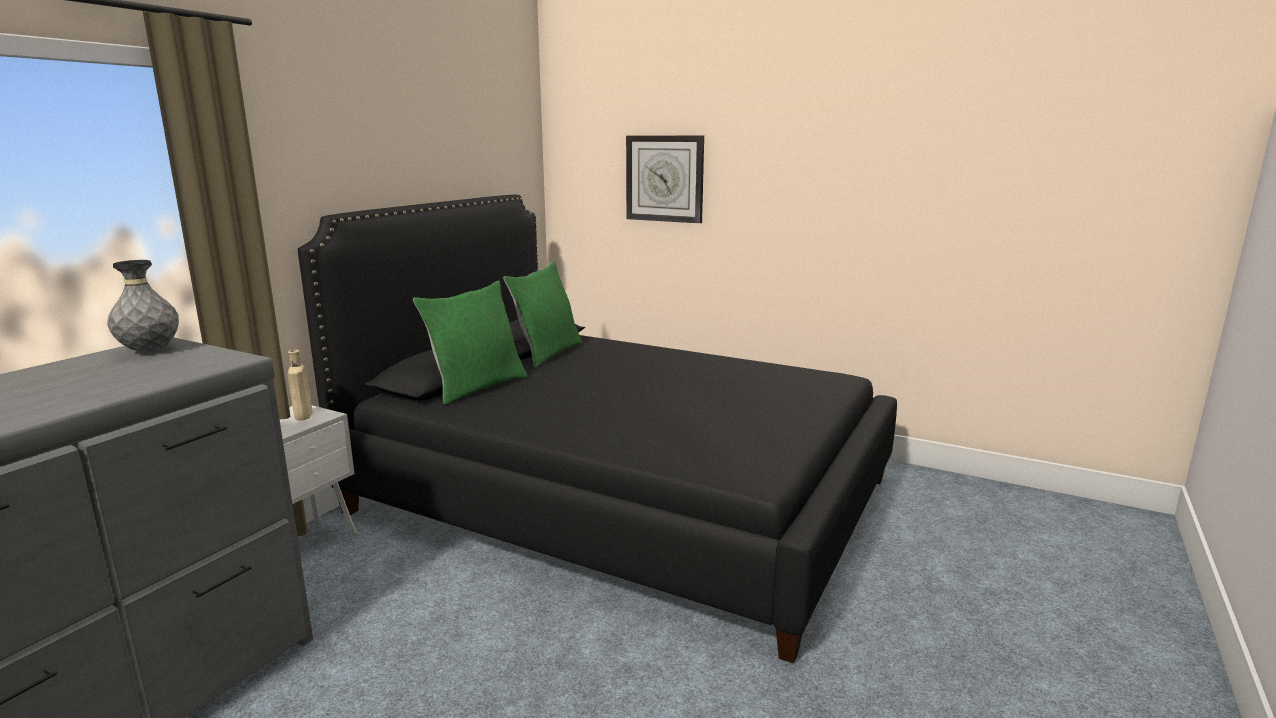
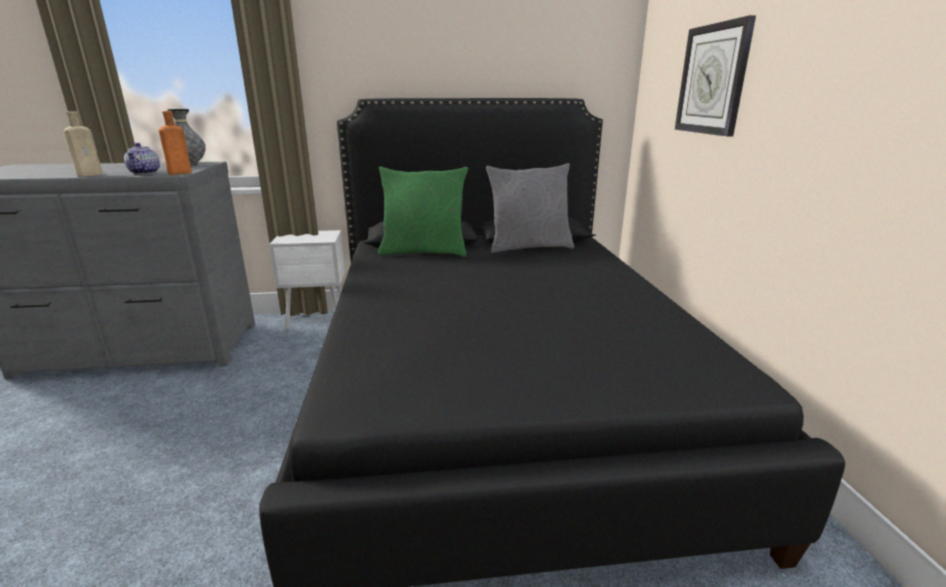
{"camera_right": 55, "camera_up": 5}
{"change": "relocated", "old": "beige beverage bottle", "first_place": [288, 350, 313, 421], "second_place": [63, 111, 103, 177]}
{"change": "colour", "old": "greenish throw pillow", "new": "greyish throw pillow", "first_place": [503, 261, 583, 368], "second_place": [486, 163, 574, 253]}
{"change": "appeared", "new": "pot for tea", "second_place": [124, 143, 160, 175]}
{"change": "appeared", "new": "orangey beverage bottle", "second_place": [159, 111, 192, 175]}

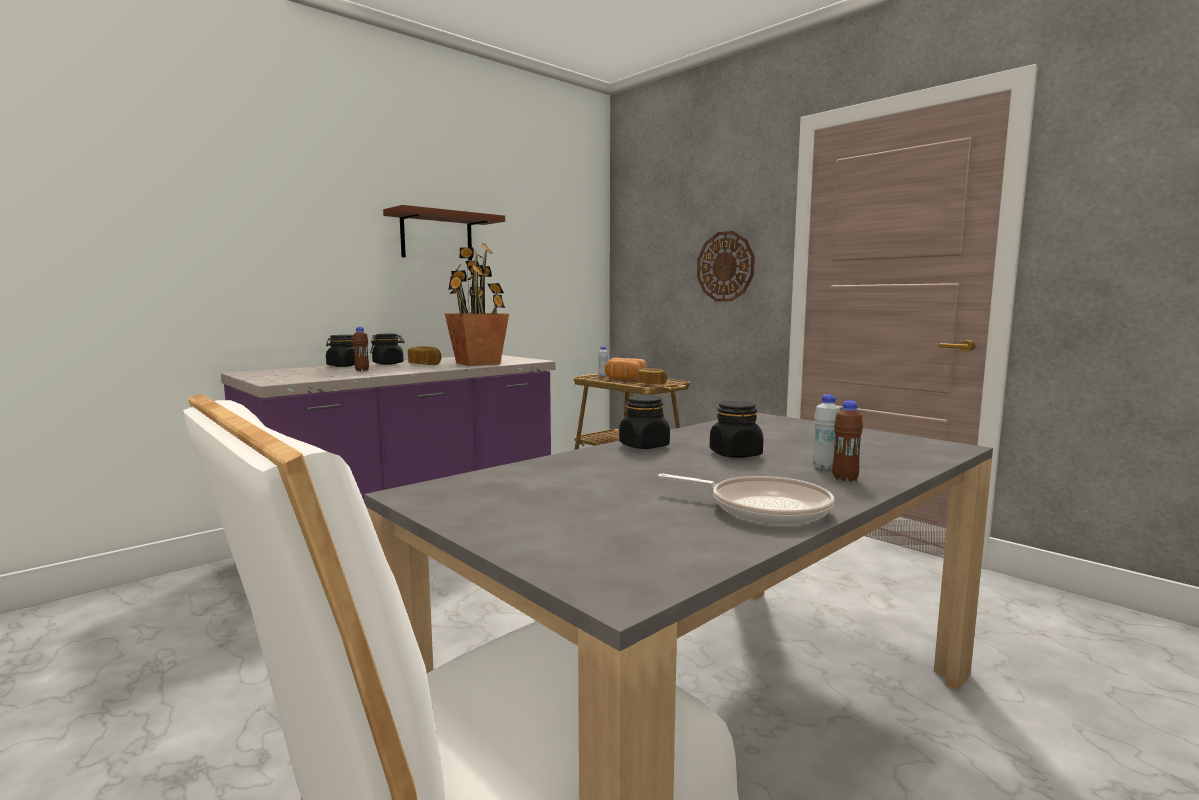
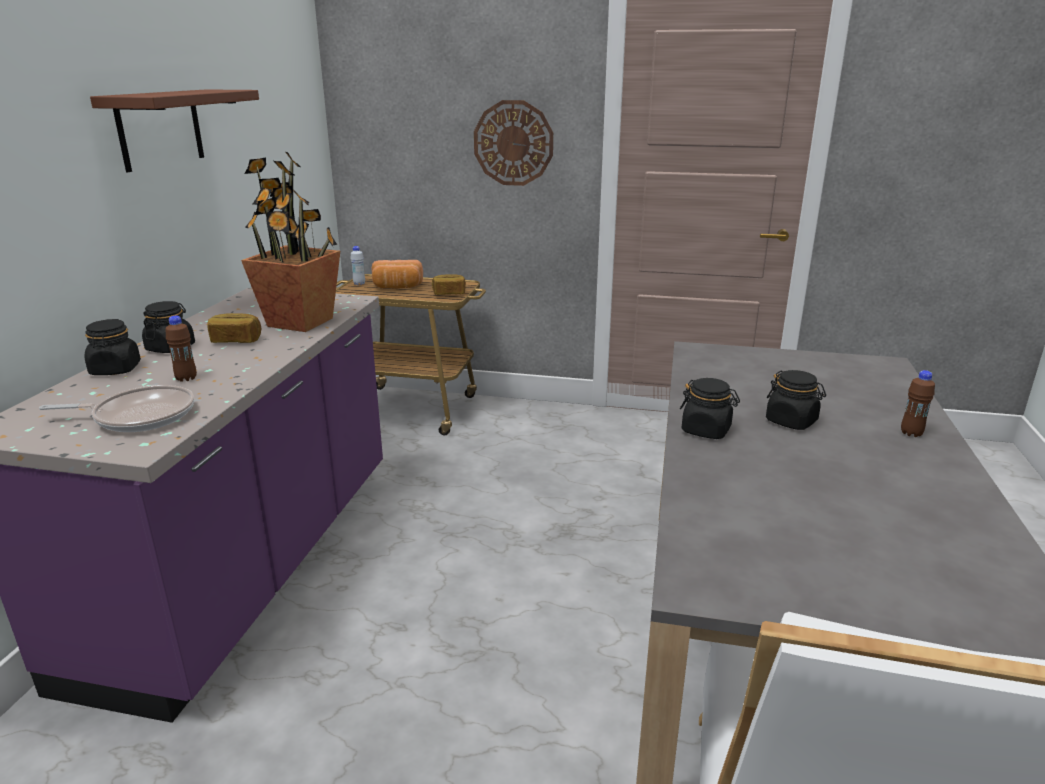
{"camera_right": -35, "camera_up": 15}
{"change": "relocated", "old": "pan", "first_place": [658, 474, 834, 525], "second_place": [39, 385, 194, 432]}
{"change": "missing", "old": "white beverage bottle", "first_place": [813, 394, 840, 470]}

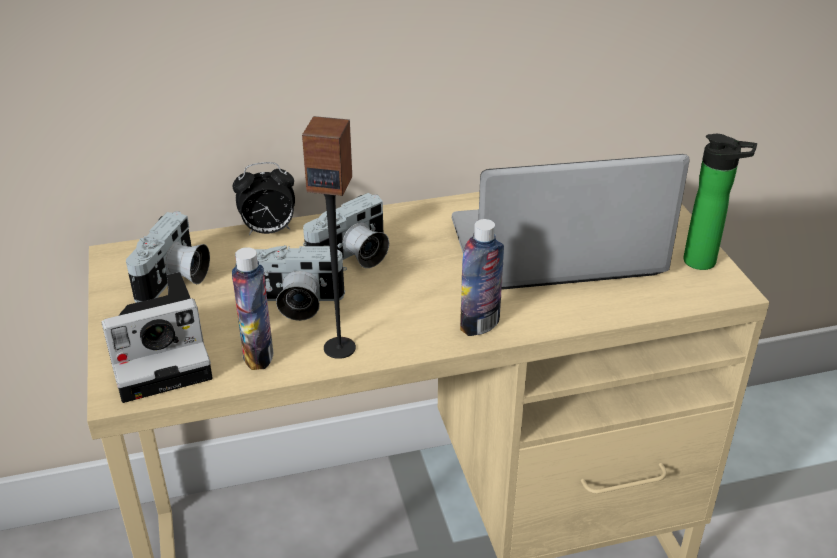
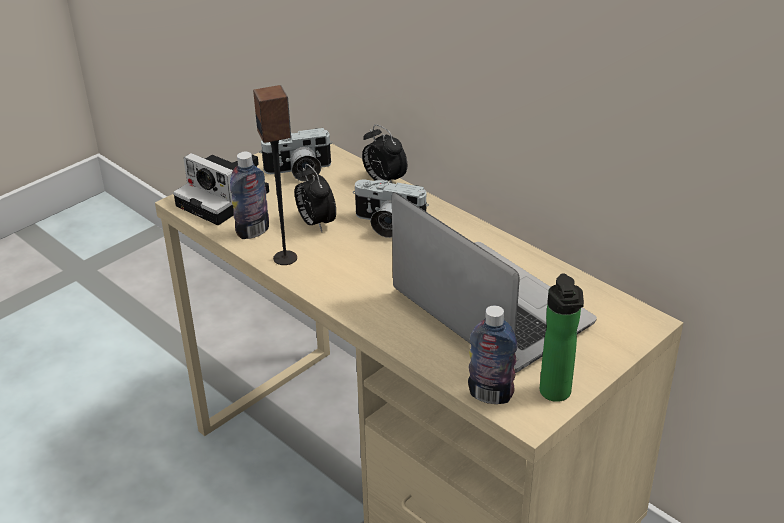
{"camera_right": 60, "camera_up": 0}
{"change": "exchanged", "old": "photo camera", "new": "table clock", "first_place": [255, 245, 347, 321], "second_place": [295, 164, 336, 232]}
{"change": "relocated", "old": "beverage bottle", "first_place": [460, 219, 504, 336], "second_place": [468, 305, 517, 404]}

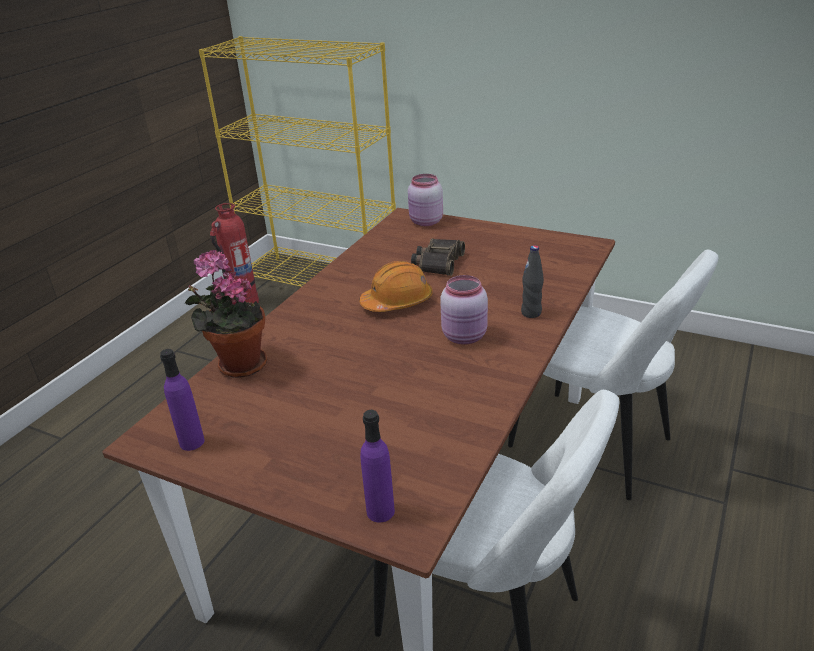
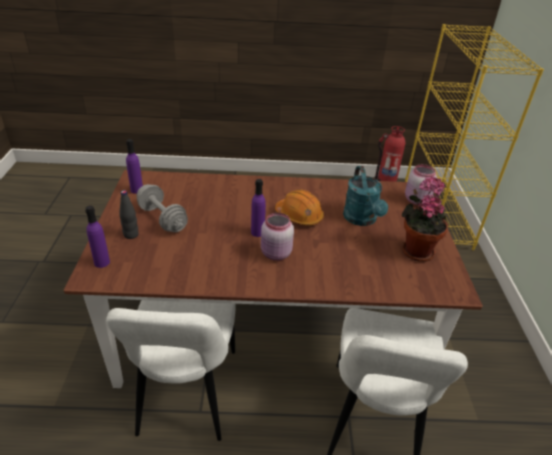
{"camera_right": 60, "camera_up": 5}
{"change": "relocated", "old": "plant in a pot", "first_place": [185, 250, 267, 378], "second_place": [402, 176, 448, 262]}
{"change": "exchanged", "old": "field glasses", "new": "turquoise-coloured watering can", "first_place": [411, 239, 465, 276], "second_place": [343, 166, 388, 226]}
{"change": "relocated", "old": "black beverage bottle", "first_place": [521, 245, 544, 318], "second_place": [119, 190, 139, 239]}
{"change": "appeared", "new": "greyish hand weight", "second_place": [137, 184, 188, 232]}
{"change": "appeared", "new": "purple beverage bottle", "second_place": [251, 179, 266, 237]}

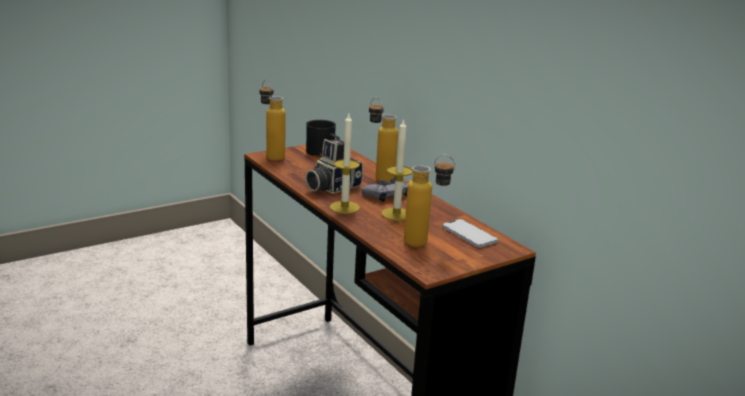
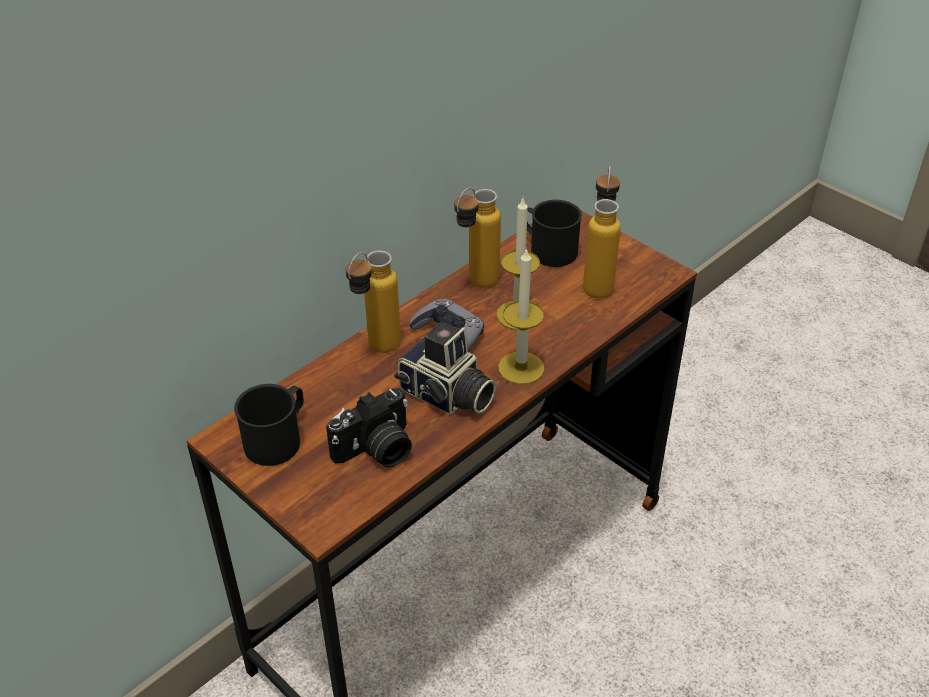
{"camera_right": -100, "camera_up": 20}
{"change": "relocated", "old": "beverage bottle", "first_place": [259, 80, 286, 161], "second_place": [454, 187, 501, 288]}
{"change": "exchanged", "old": "phone", "new": "black mug", "first_place": [442, 219, 498, 248], "second_place": [527, 200, 582, 267]}
{"change": "appeared", "new": "photo camera", "second_place": [326, 388, 412, 467]}

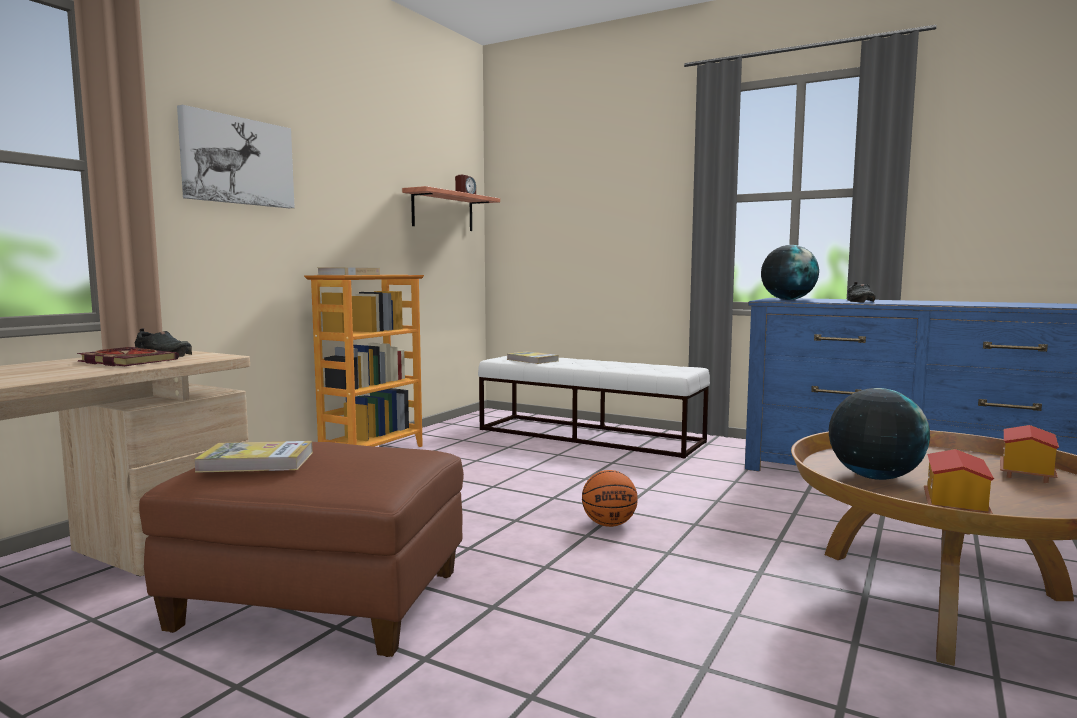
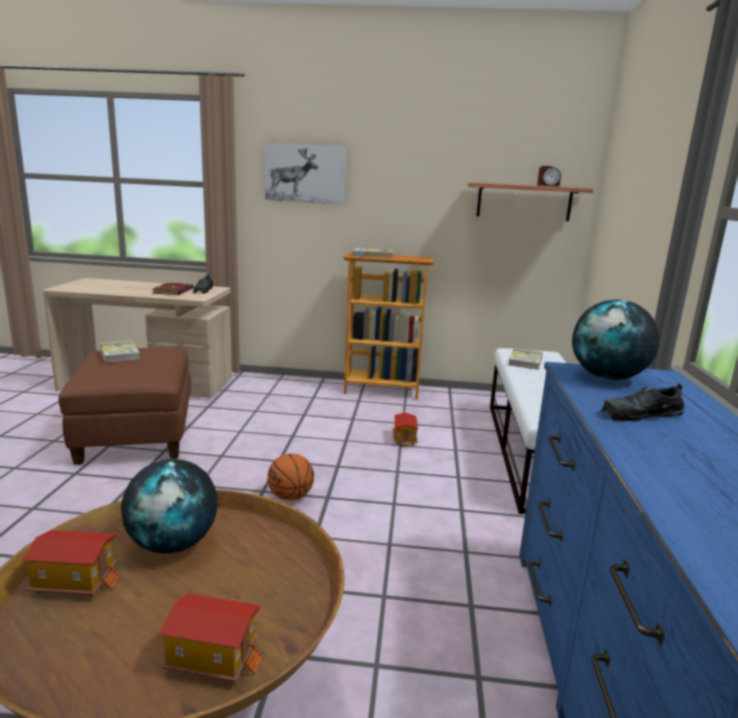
{"camera_right": 65, "camera_up": 10}
{"change": "appeared", "new": "toy house", "second_place": [393, 412, 418, 447]}

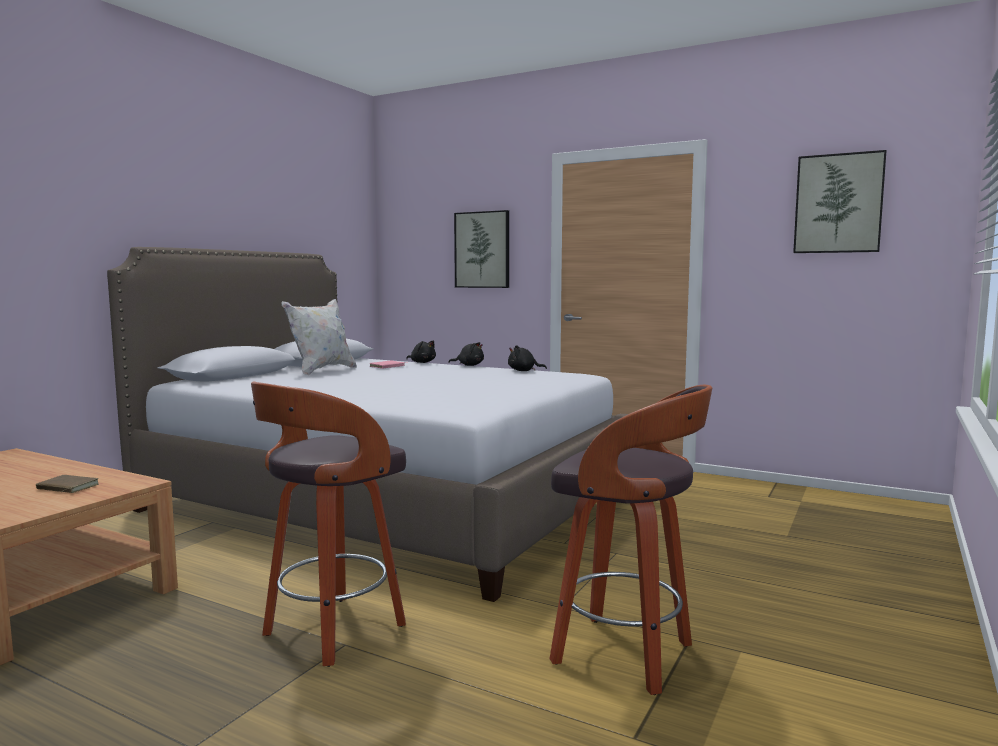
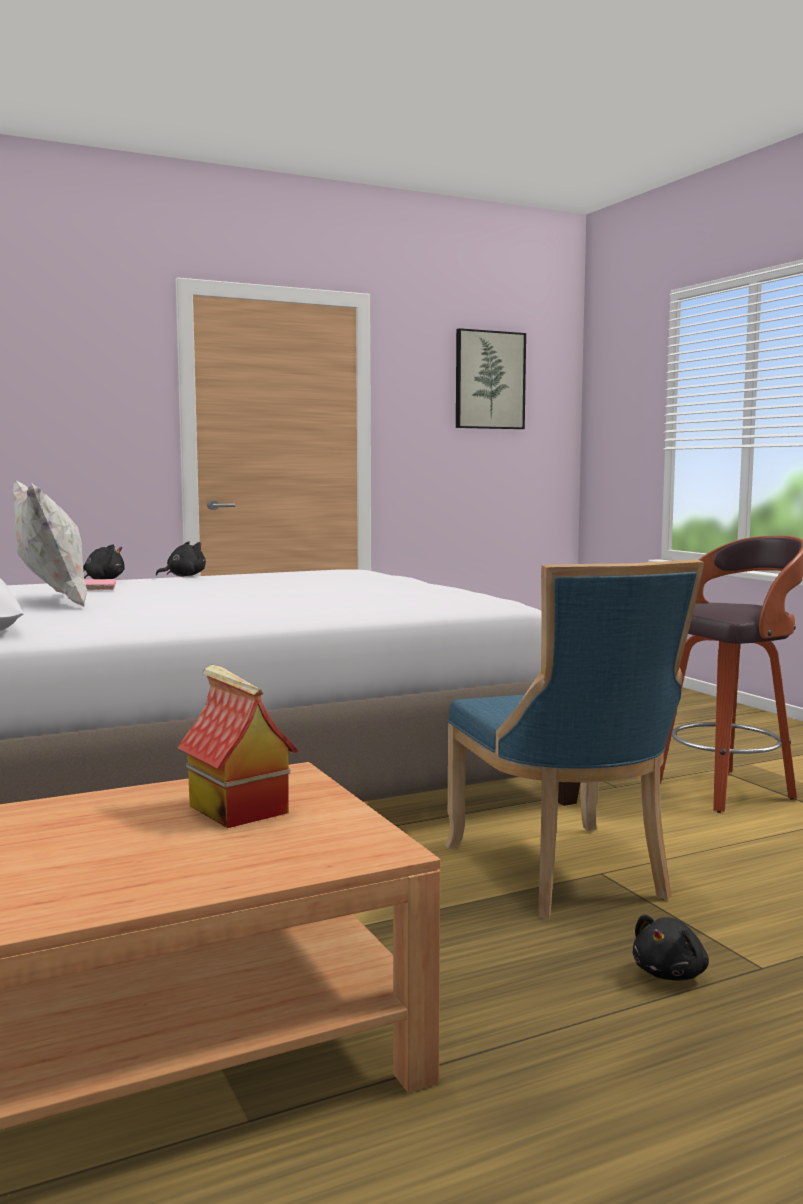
{"camera_right": -55, "camera_up": 0}
{"change": "exchanged", "old": "brown book", "new": "toy house", "first_place": [36, 475, 99, 493], "second_place": [177, 665, 299, 828]}
{"change": "exchanged", "old": "sitting stool", "new": "bluish chair", "first_place": [251, 381, 406, 667], "second_place": [445, 560, 704, 919]}
{"change": "missing", "old": "picture", "first_place": [454, 210, 509, 288]}
{"change": "relocated", "old": "black soft toy", "first_place": [508, 345, 547, 371], "second_place": [632, 914, 709, 981]}

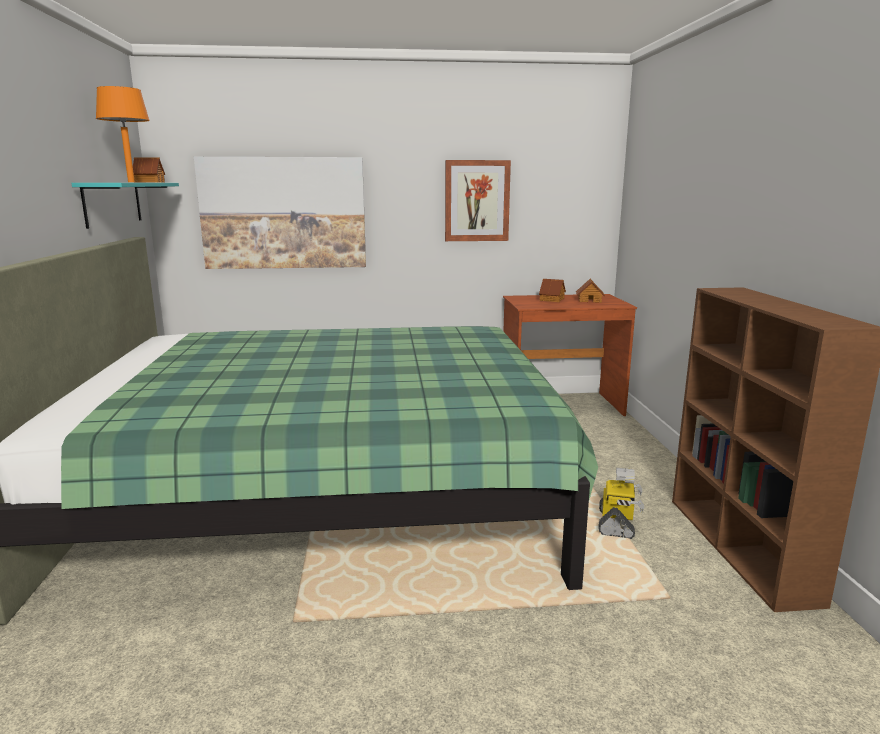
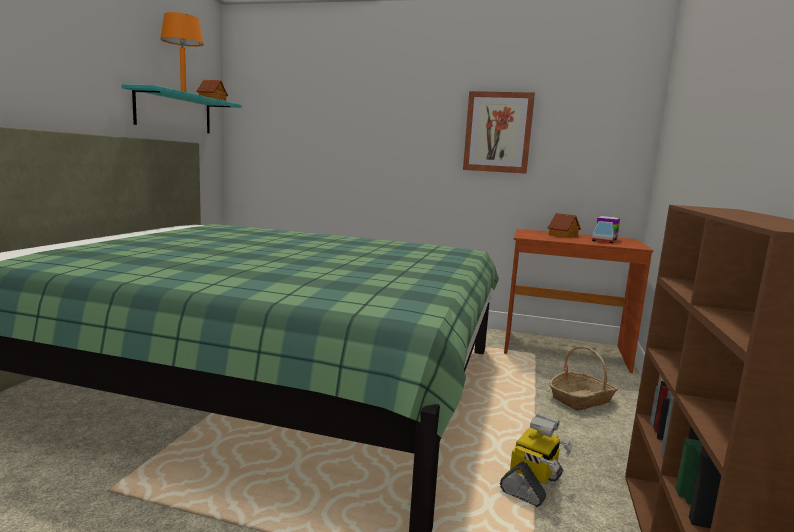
{"camera_right": 20, "camera_up": -5}
{"change": "missing", "old": "picture", "first_place": [194, 157, 366, 269]}
{"change": "exchanged", "old": "toy house", "new": "model truck", "first_place": [576, 279, 605, 303], "second_place": [592, 216, 620, 243]}
{"change": "appeared", "new": "storage basket", "second_place": [549, 346, 618, 411]}

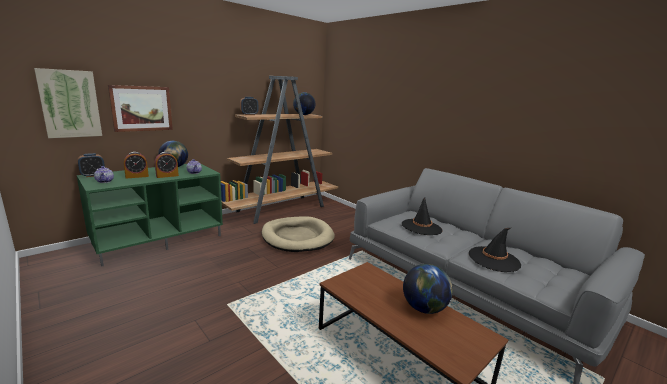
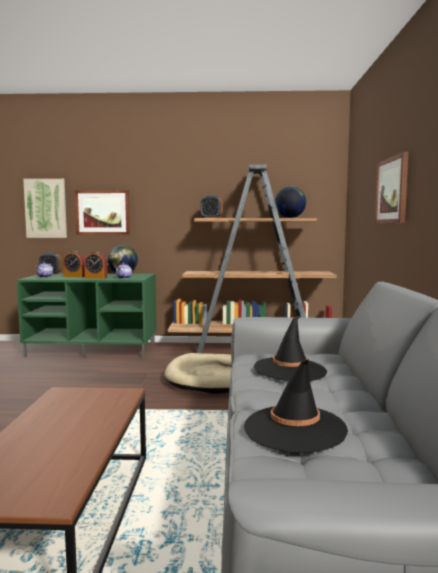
{"camera_right": 45, "camera_up": -10}
{"change": "missing", "old": "world globe", "first_place": [403, 264, 453, 314]}
{"change": "appeared", "new": "picture", "second_place": [375, 152, 409, 223]}

